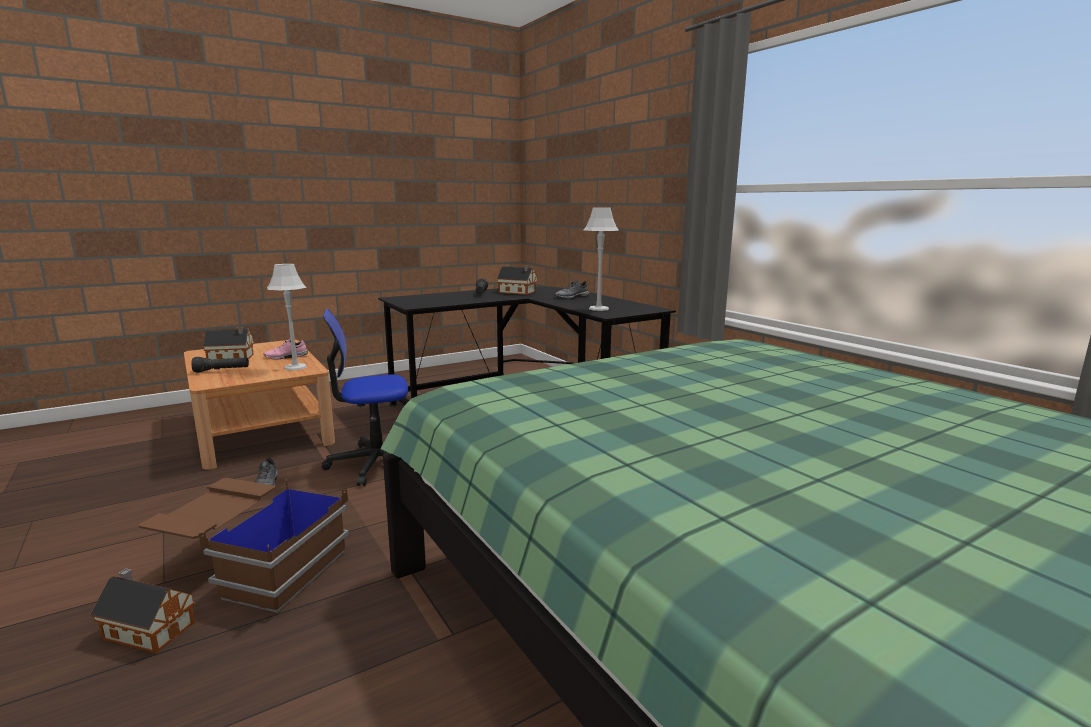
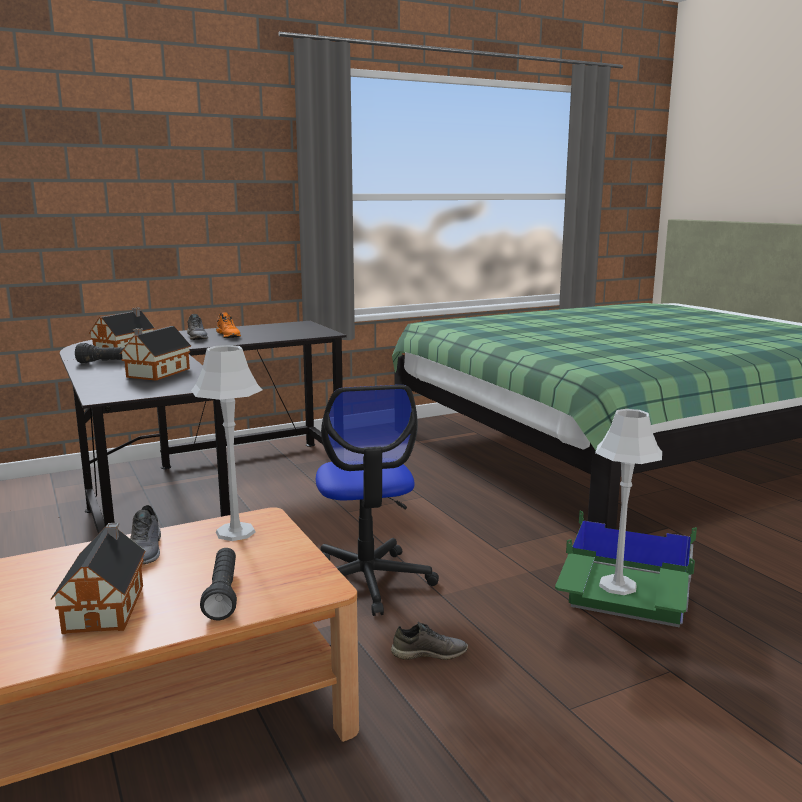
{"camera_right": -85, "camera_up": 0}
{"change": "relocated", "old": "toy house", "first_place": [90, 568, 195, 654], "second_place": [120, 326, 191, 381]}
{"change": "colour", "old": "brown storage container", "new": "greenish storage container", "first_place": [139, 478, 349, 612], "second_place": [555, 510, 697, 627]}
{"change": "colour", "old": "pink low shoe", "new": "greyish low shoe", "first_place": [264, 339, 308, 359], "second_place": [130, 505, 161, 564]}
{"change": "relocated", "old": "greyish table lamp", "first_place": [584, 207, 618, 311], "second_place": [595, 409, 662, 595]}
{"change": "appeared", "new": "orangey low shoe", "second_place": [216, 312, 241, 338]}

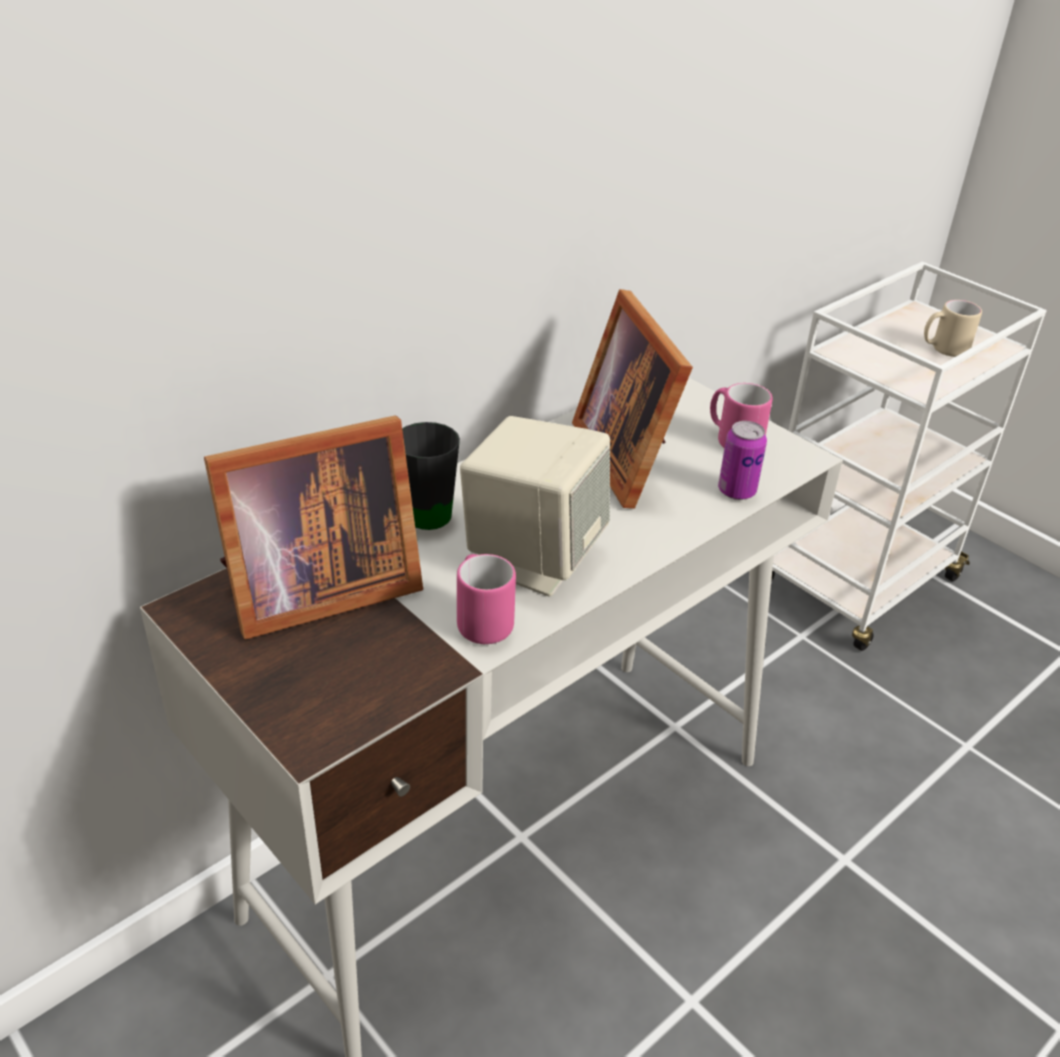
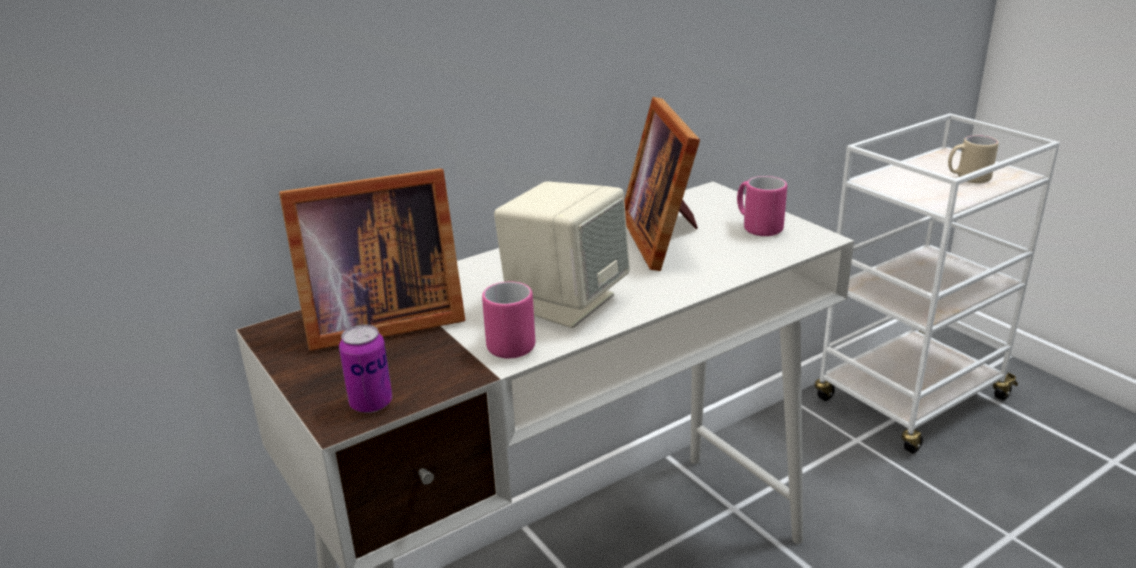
{"camera_right": 10, "camera_up": -10}
{"change": "missing", "old": "black mug", "first_place": [402, 422, 460, 530]}
{"change": "relocated", "old": "sealed can", "first_place": [718, 421, 767, 500], "second_place": [339, 325, 392, 413]}

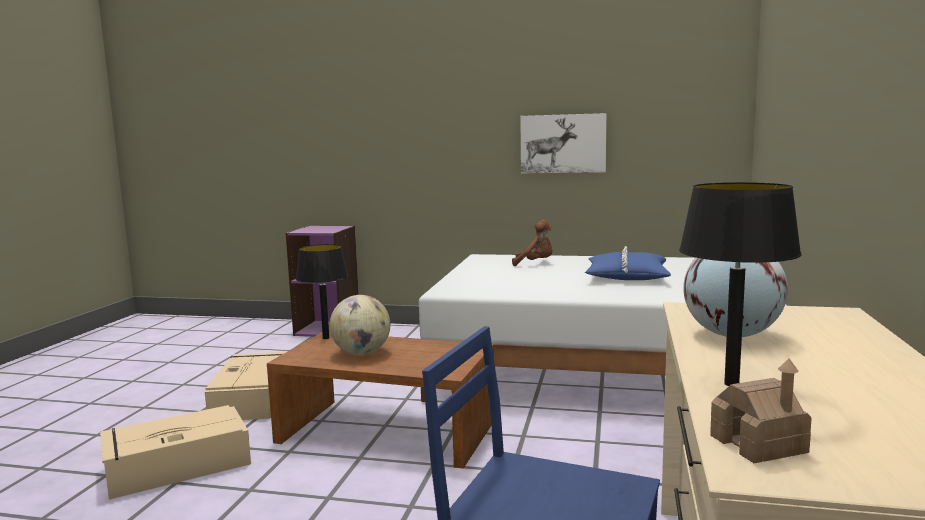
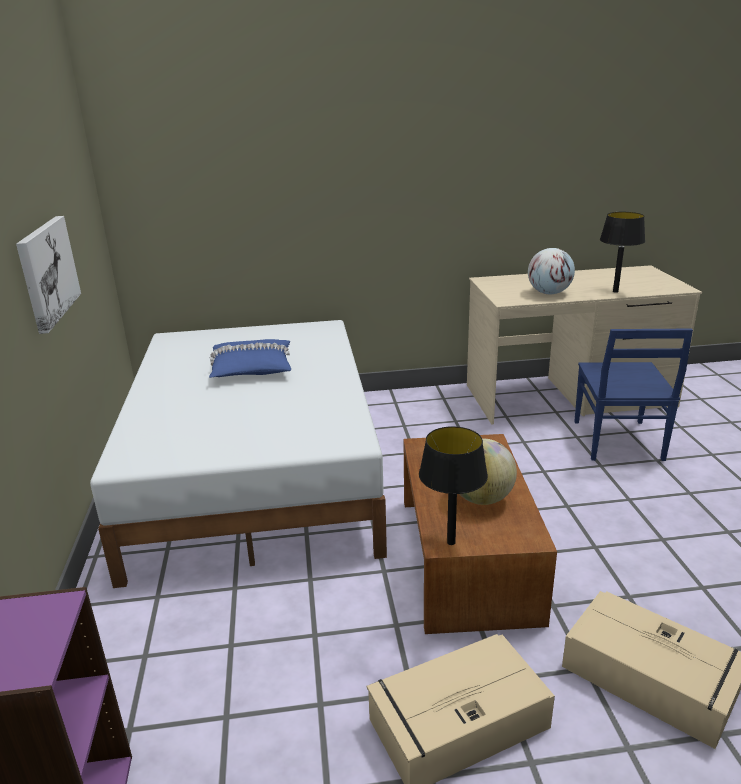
{"camera_right": -110, "camera_up": 15}
{"change": "missing", "old": "brown soft toy", "first_place": [512, 220, 553, 266]}
{"change": "missing", "old": "toy house", "first_place": [710, 358, 812, 463]}

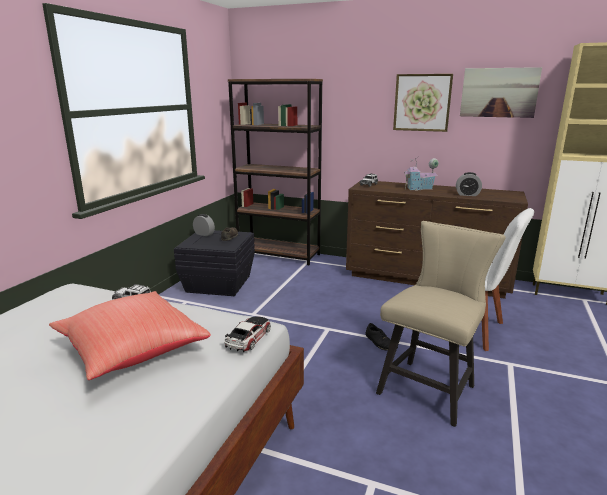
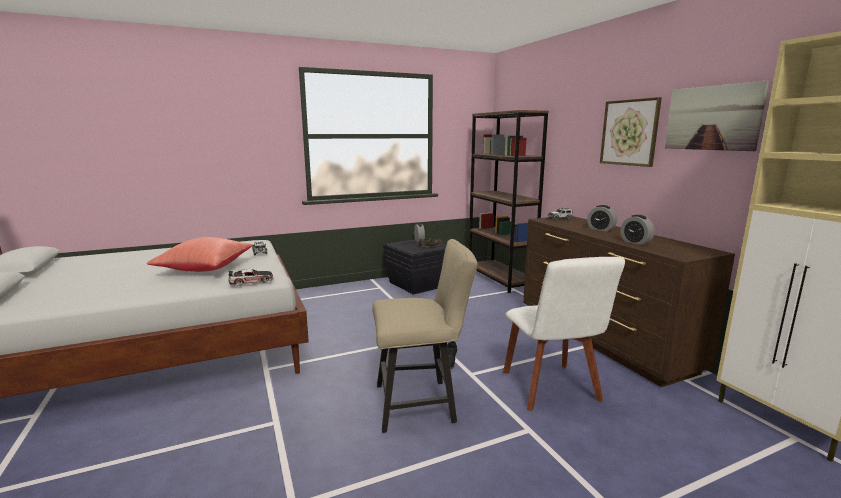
{"camera_right": 45, "camera_up": -5}
{"change": "exchanged", "old": "toy house", "new": "table clock", "first_place": [404, 157, 439, 190], "second_place": [587, 205, 617, 231]}

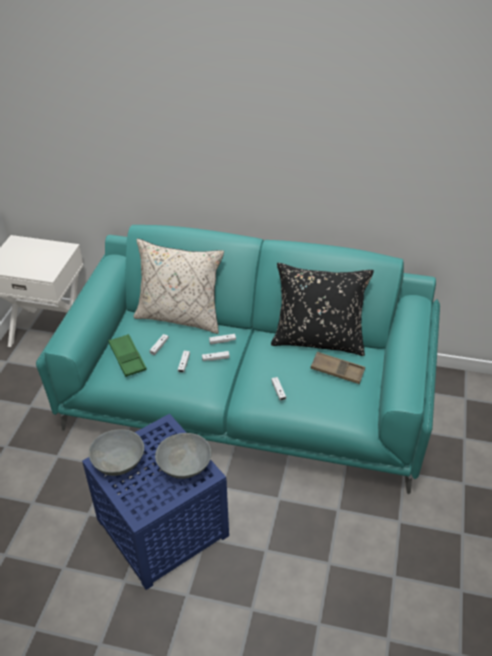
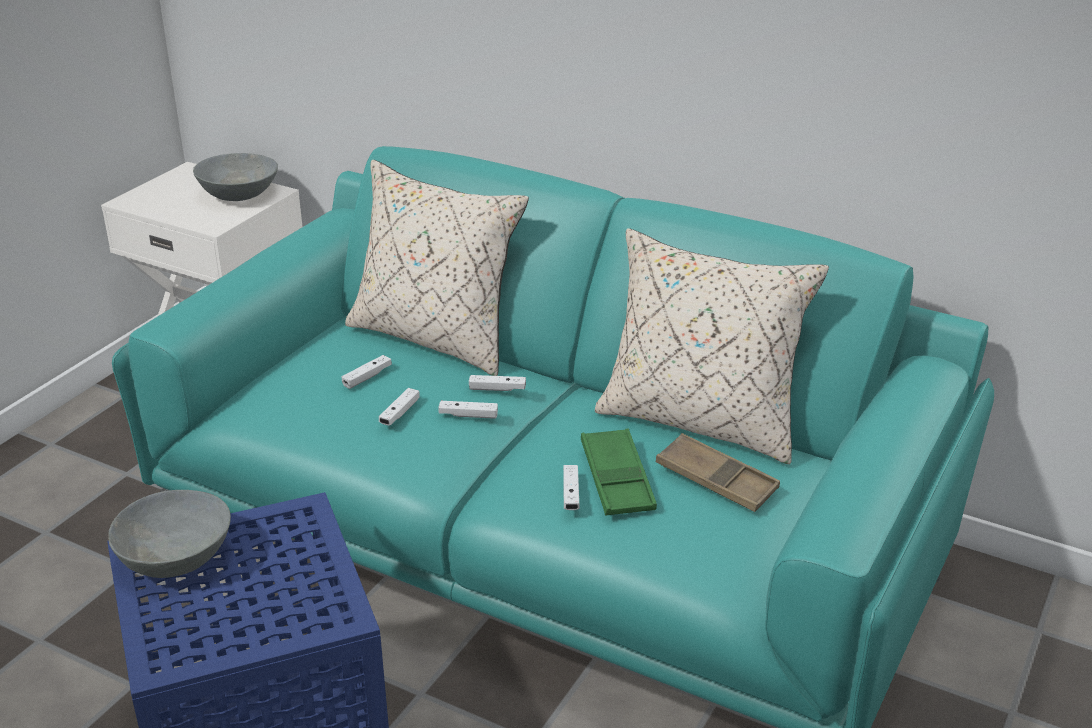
{"camera_right": 15, "camera_up": -10}
{"change": "relocated", "old": "greenish tray", "first_place": [108, 334, 147, 377], "second_place": [581, 428, 657, 516]}
{"change": "relocated", "old": "greyish serving bowl", "first_place": [155, 433, 211, 479], "second_place": [193, 153, 278, 201]}
{"change": "colour", "old": "black throw pillow", "new": "beige throw pillow", "first_place": [271, 263, 374, 356], "second_place": [595, 229, 829, 464]}

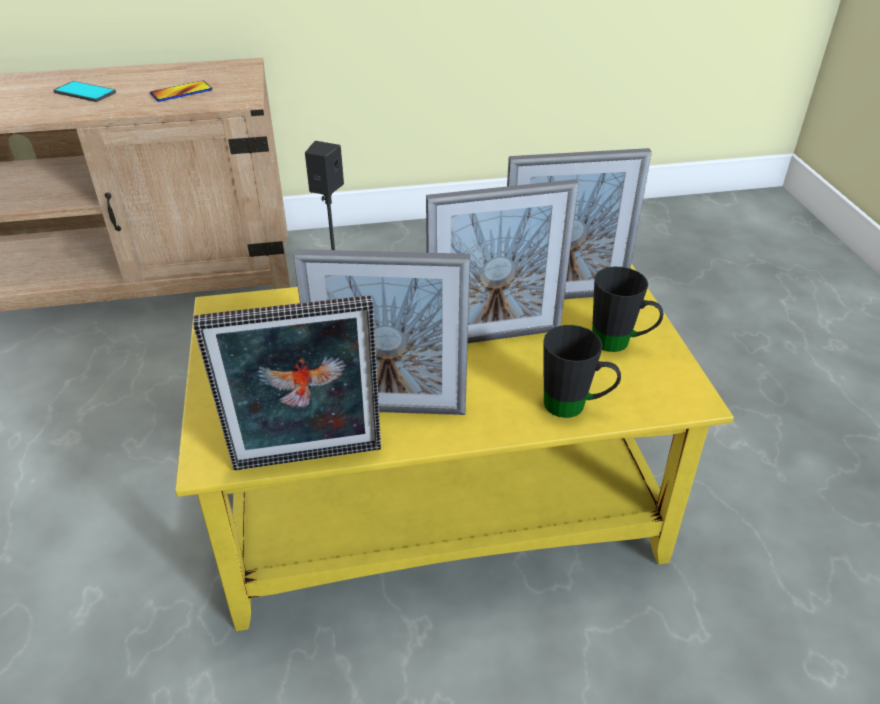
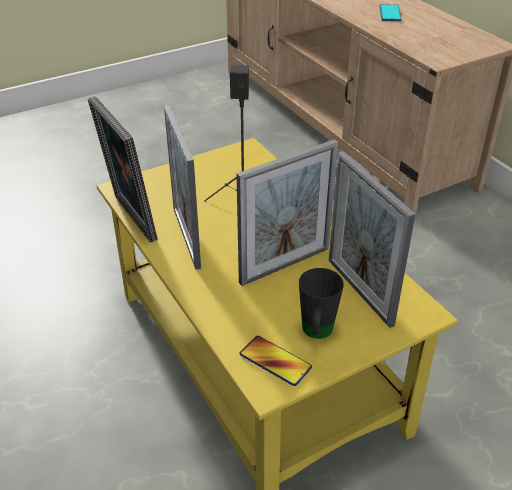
{"camera_right": 70, "camera_up": 0}
{"change": "relocated", "old": "phone", "first_place": [150, 81, 212, 102], "second_place": [240, 336, 312, 386]}
{"change": "spun", "old": "photo frame", "first_place": [426, 179, 579, 343], "second_place": [236, 139, 338, 286], "degrees": -90}
{"change": "missing", "old": "black mug", "first_place": [543, 325, 621, 418]}

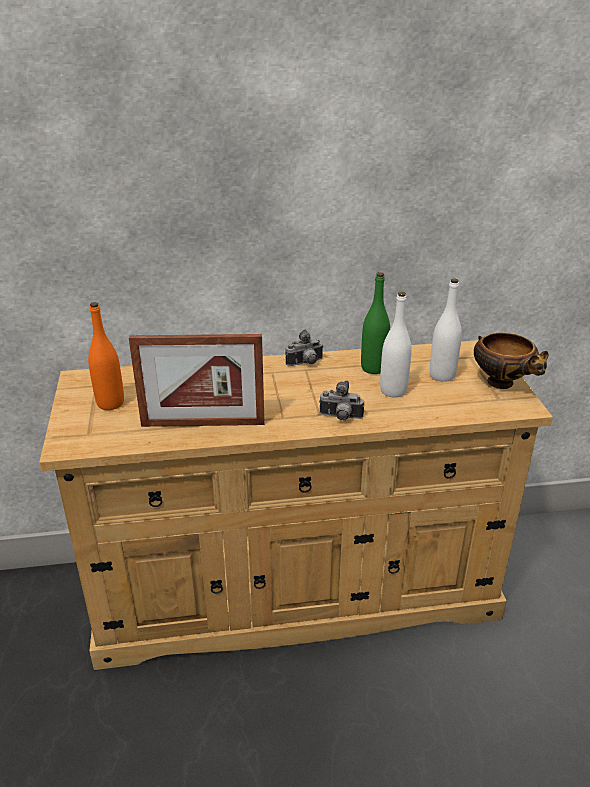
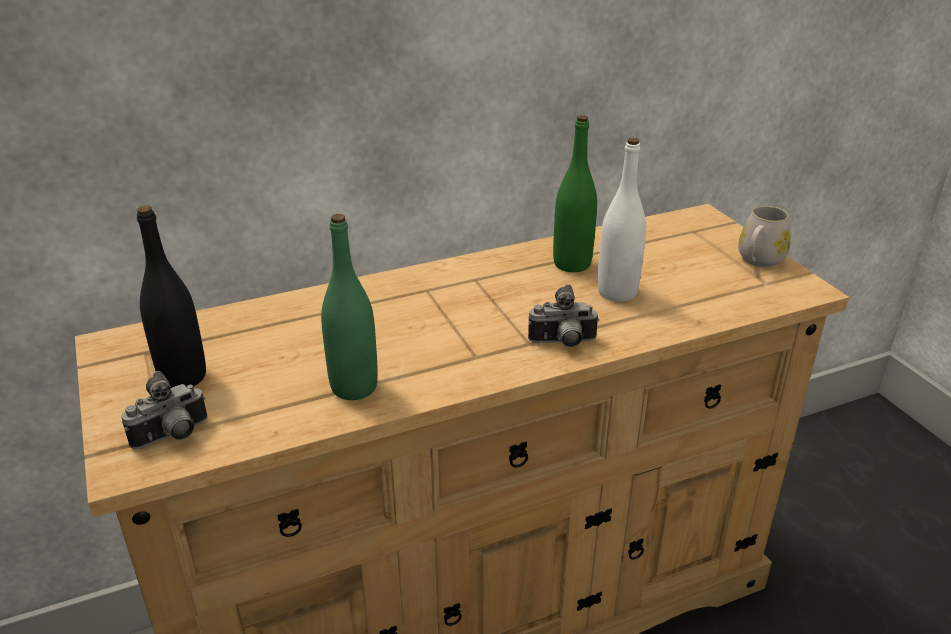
{"camera_right": -15, "camera_up": 0}
{"change": "colour", "old": "orangey beverage bottle", "new": "black beverage bottle", "first_place": [88, 302, 124, 410], "second_place": [137, 206, 206, 388]}
{"change": "exchanged", "old": "photo frame", "new": "greenish beverage bottle", "first_place": [129, 334, 264, 427], "second_place": [321, 214, 378, 400]}
{"change": "relocated", "old": "photo camera", "first_place": [286, 329, 324, 366], "second_place": [121, 371, 208, 449]}
{"change": "missing", "old": "white beverage bottle", "first_place": [430, 278, 462, 382]}
{"change": "exchanged", "old": "serving bowl", "new": "white mug", "first_place": [474, 333, 549, 389], "second_place": [738, 206, 791, 267]}

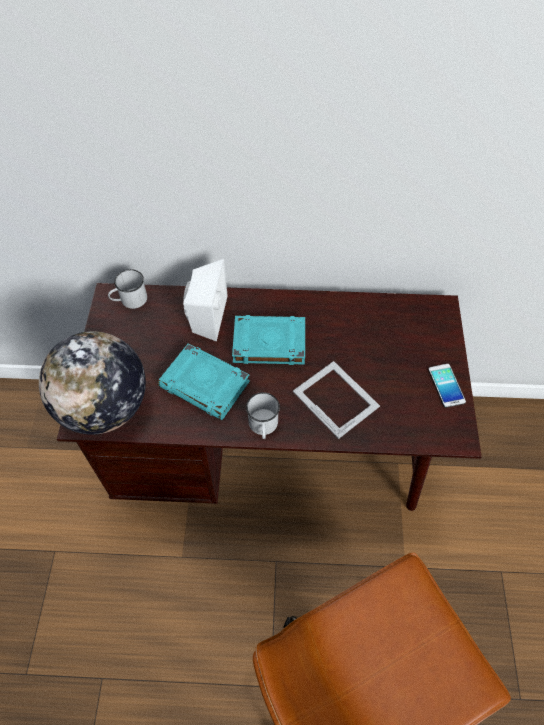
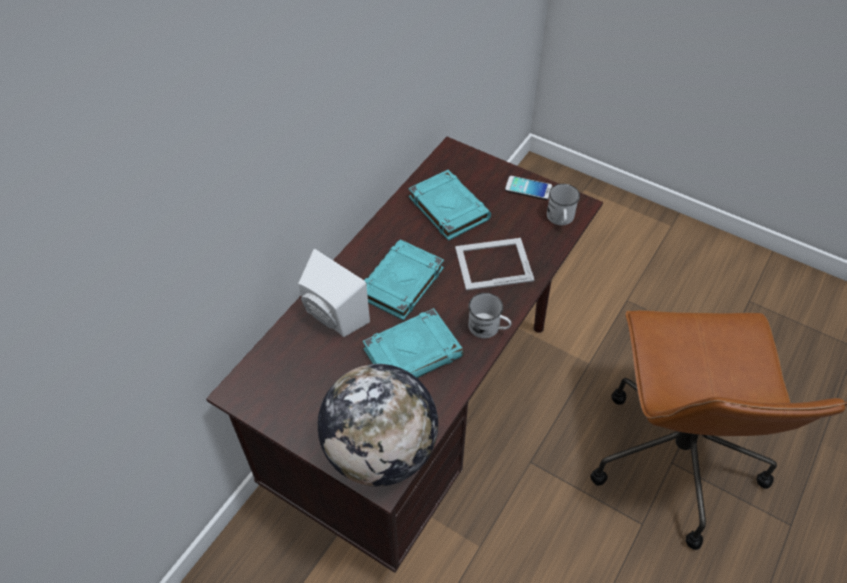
{"camera_right": -60, "camera_up": -5}
{"change": "relocated", "old": "white mug", "first_place": [108, 269, 147, 309], "second_place": [547, 184, 580, 225]}
{"change": "appeared", "new": "turquoise-coloured book", "second_place": [408, 170, 491, 241]}

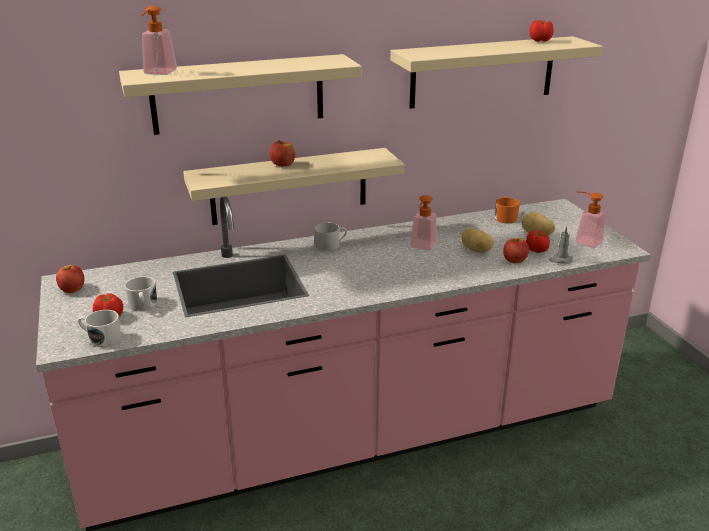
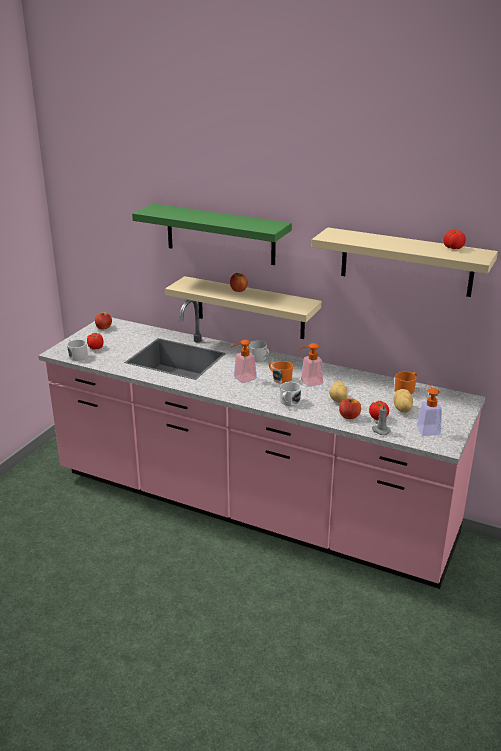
{"camera_right": 45, "camera_up": 0}
{"change": "colour", "old": "beige bracket shelf", "new": "greenish bracket shelf", "first_place": [119, 54, 362, 135], "second_place": [132, 204, 292, 265]}
{"change": "relocated", "old": "white mug", "first_place": [124, 277, 157, 311], "second_place": [280, 382, 301, 406]}
{"change": "relocated", "old": "liquid soap bottle", "first_place": [142, 6, 177, 75], "second_place": [231, 340, 257, 383]}
{"change": "appeared", "new": "orangey mug", "second_place": [269, 361, 293, 384]}

